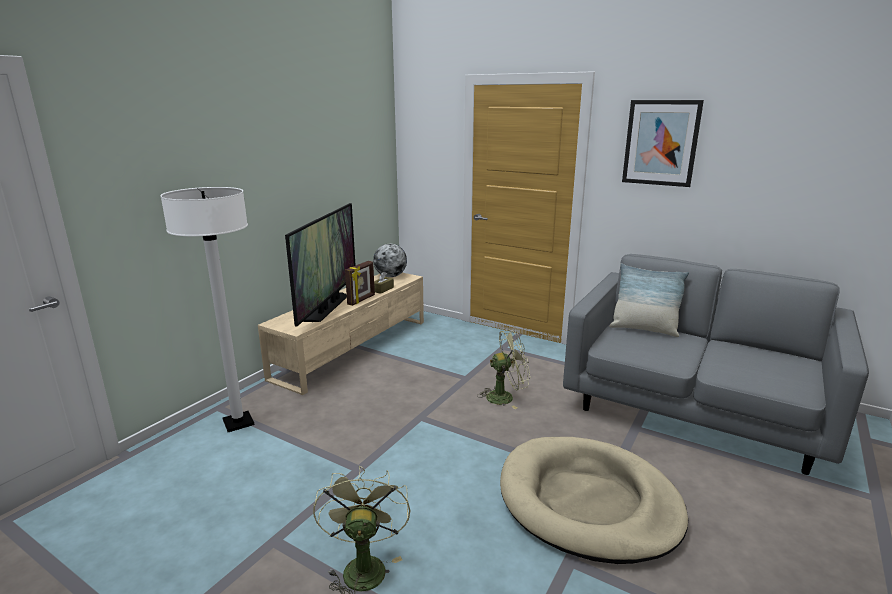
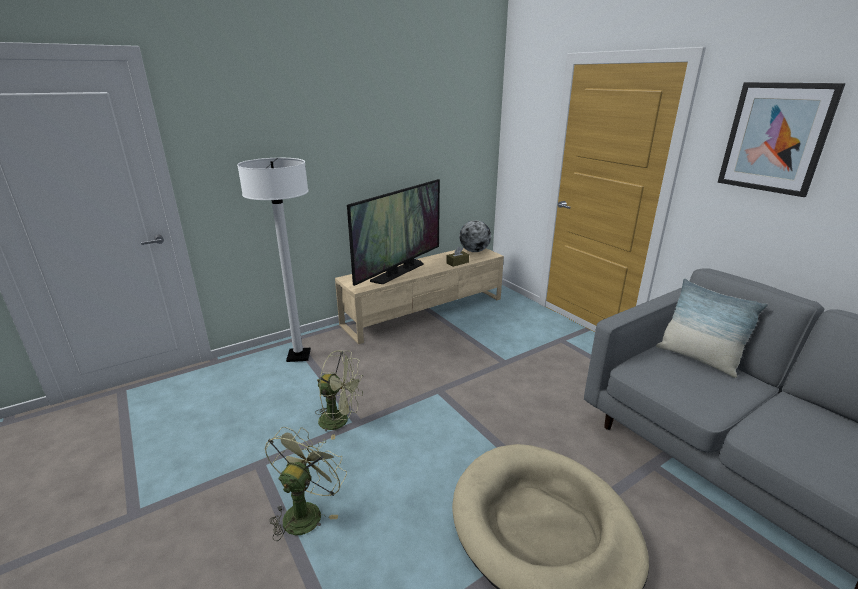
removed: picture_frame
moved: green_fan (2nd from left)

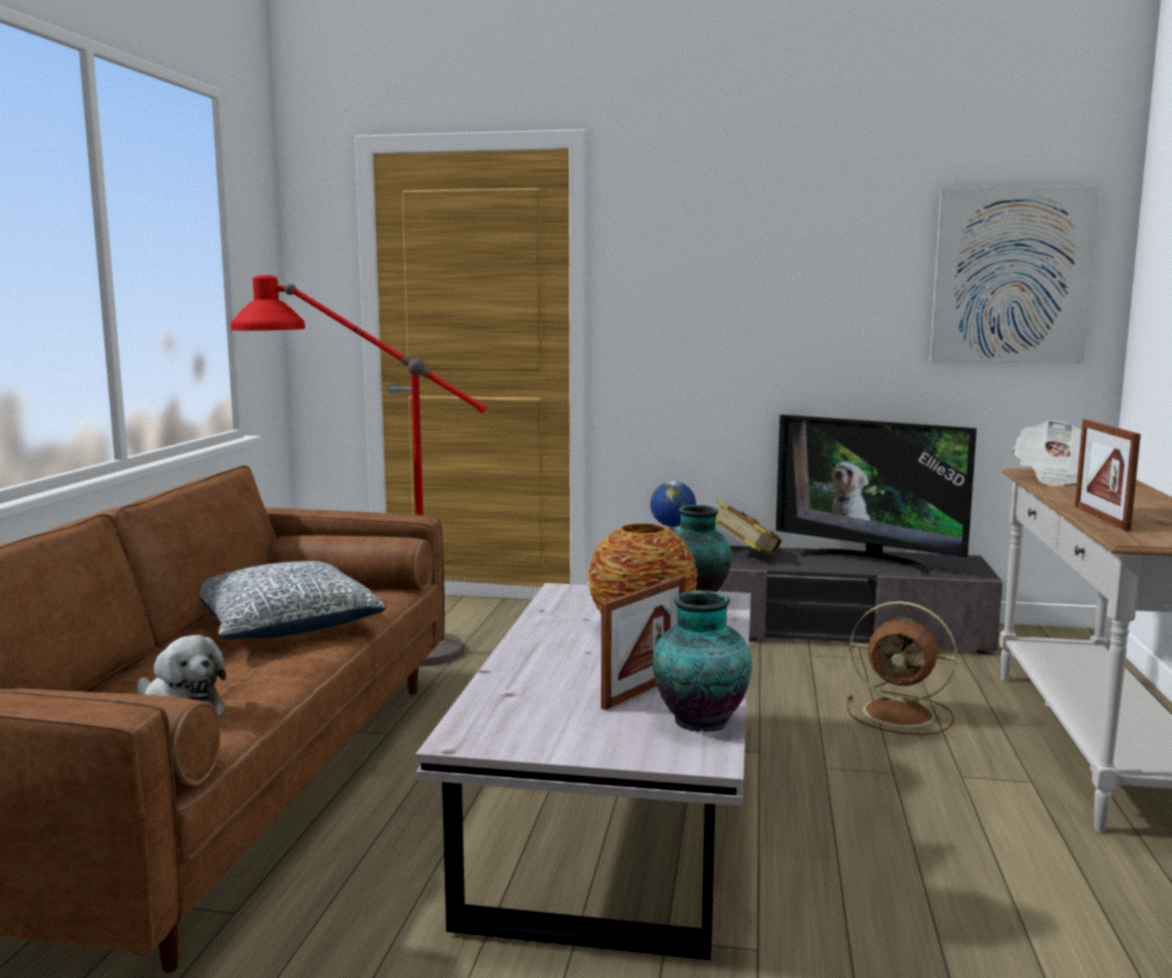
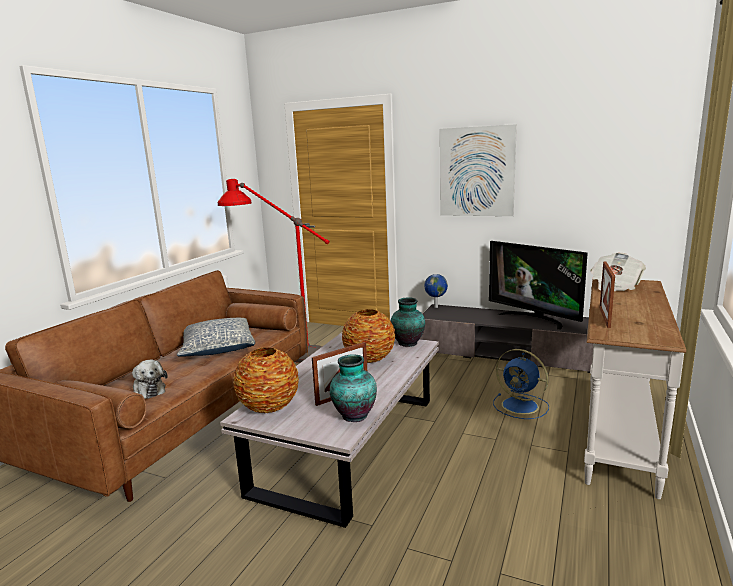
removed: book
added: vase (1st from left)
moved: picture
recoloured: brown_fan to blue_fan

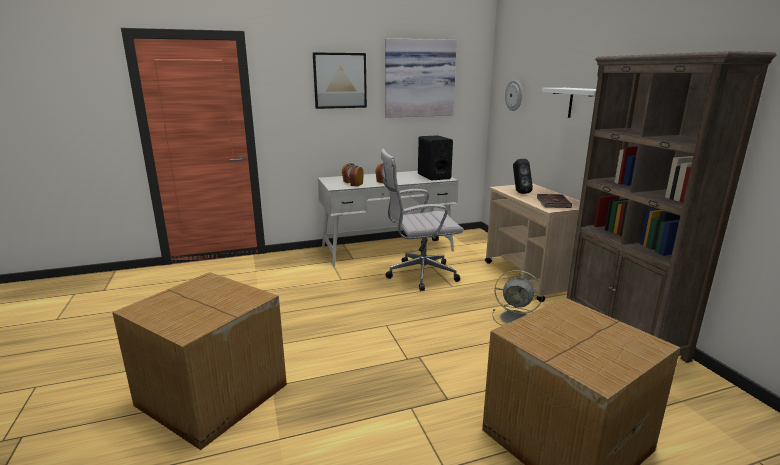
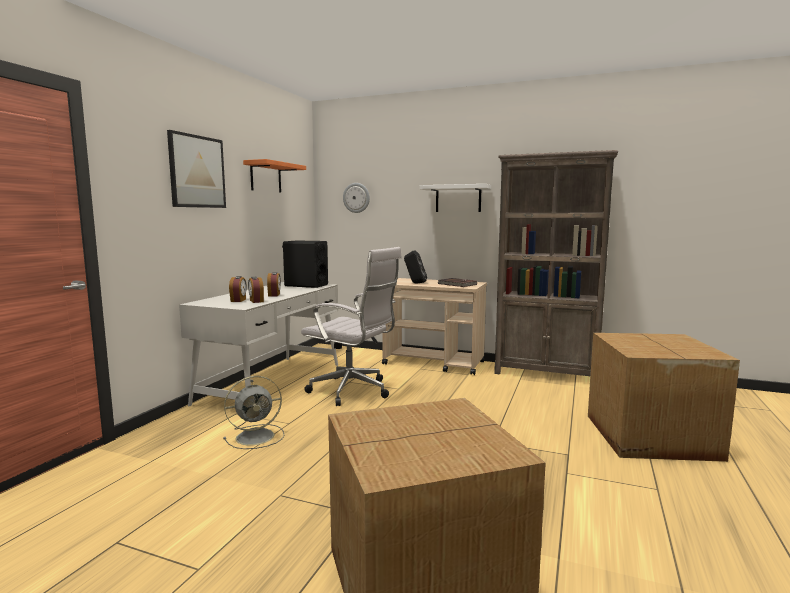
moved: grey_fan
replaced: picture (2nd from left) to orange_shelf
turned: white_office_chair 90 degrees counterclockwise

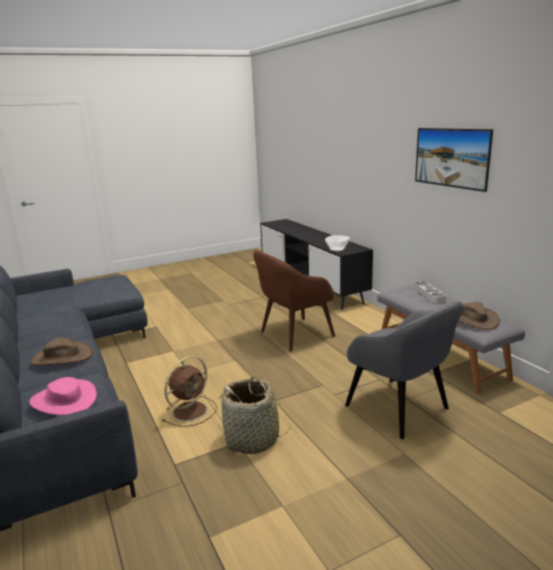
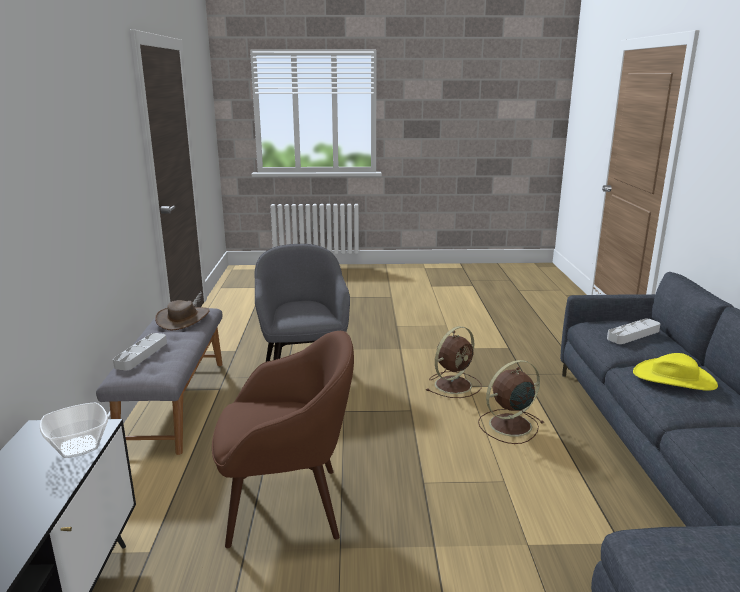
removed: picture
replaced: basket to brown_fan (1st from left); pink_hat to grey_tray (2nd from left)
recoloured: brown_hat (1st from left) to yellow_hat

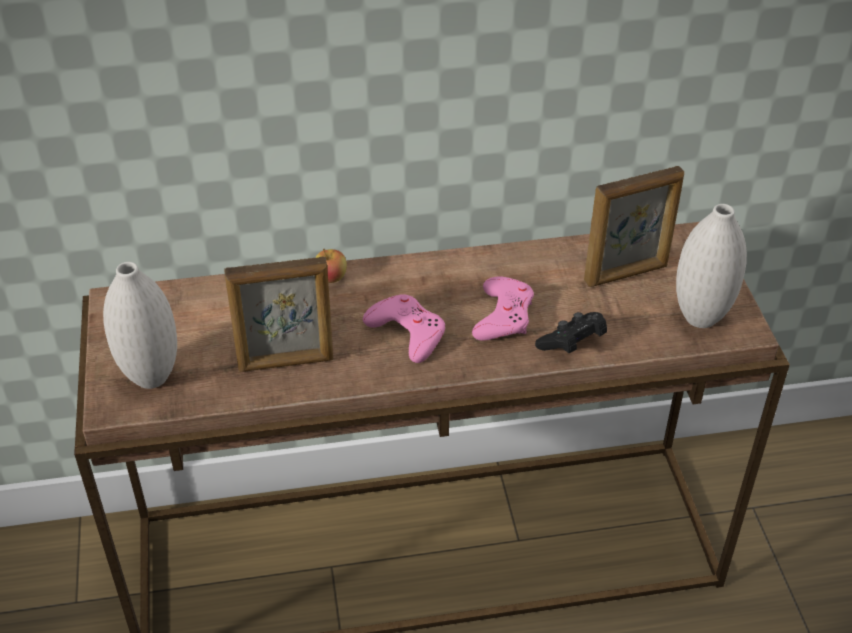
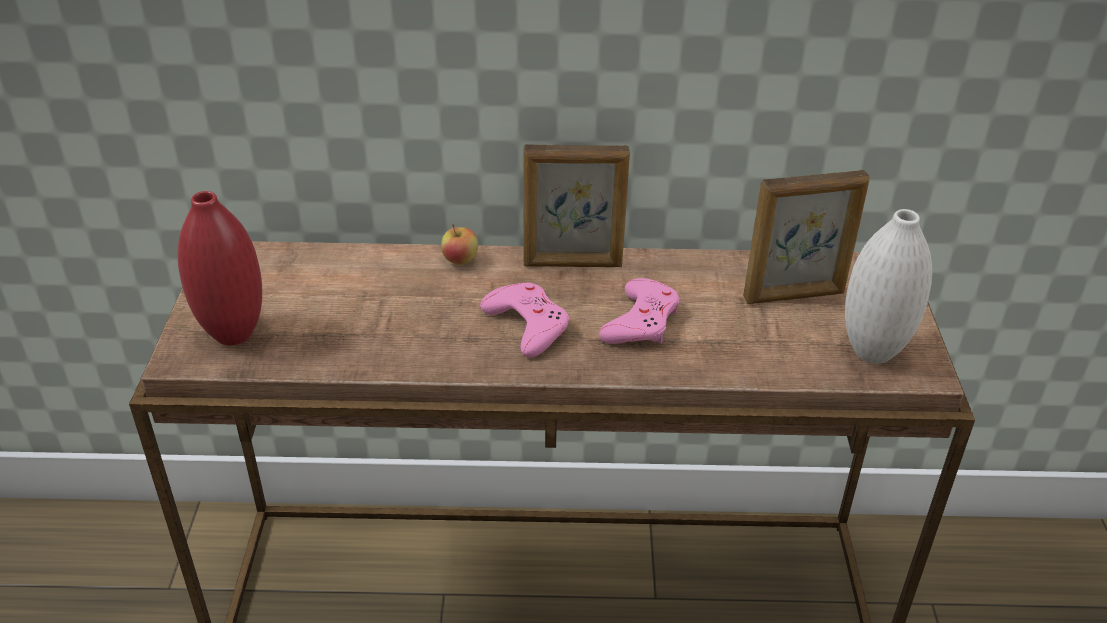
removed: black_game_controller
moved: picture_frame (1st from left)
recoloured: white_vase (1st from left) to red_vase

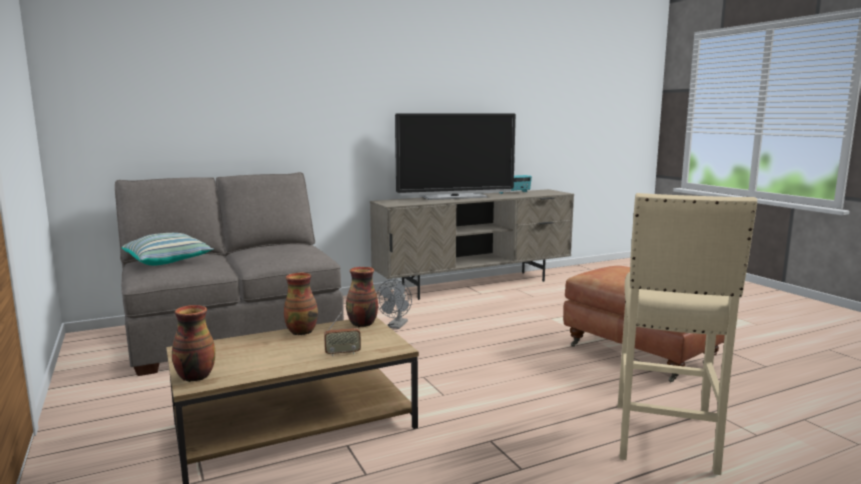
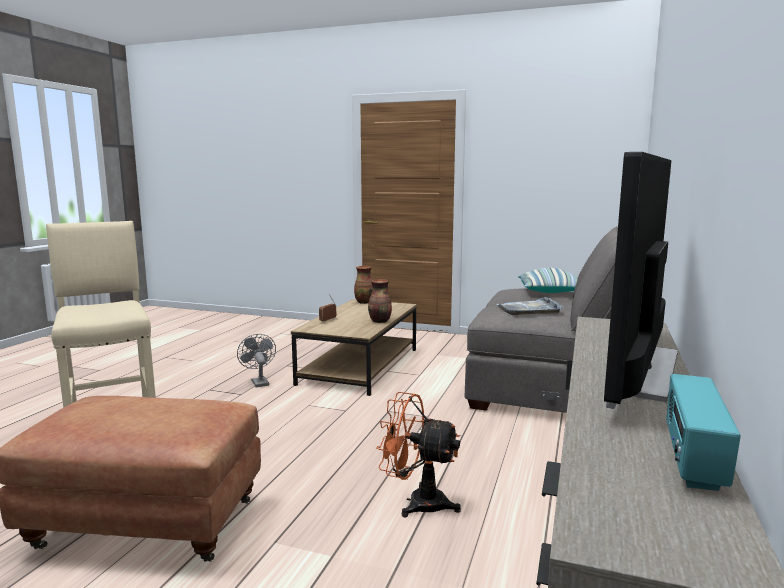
removed: vase (3rd from left)
added: orange_fan; grey_tray
moved: grey_fan

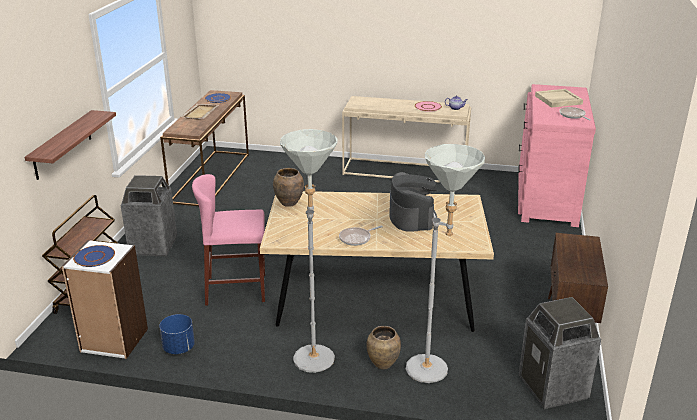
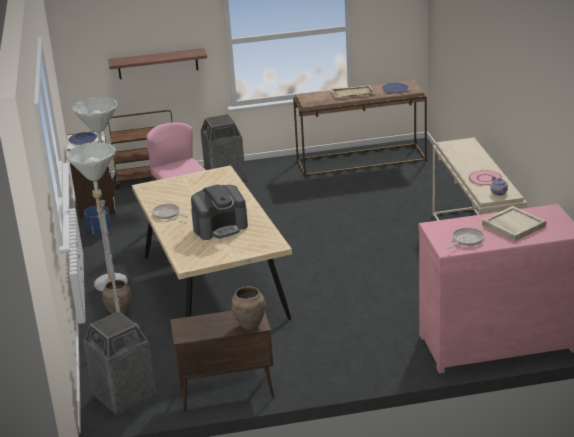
moved: brown_vase (1st from left in the first image) to brown_vase (2nd from left)

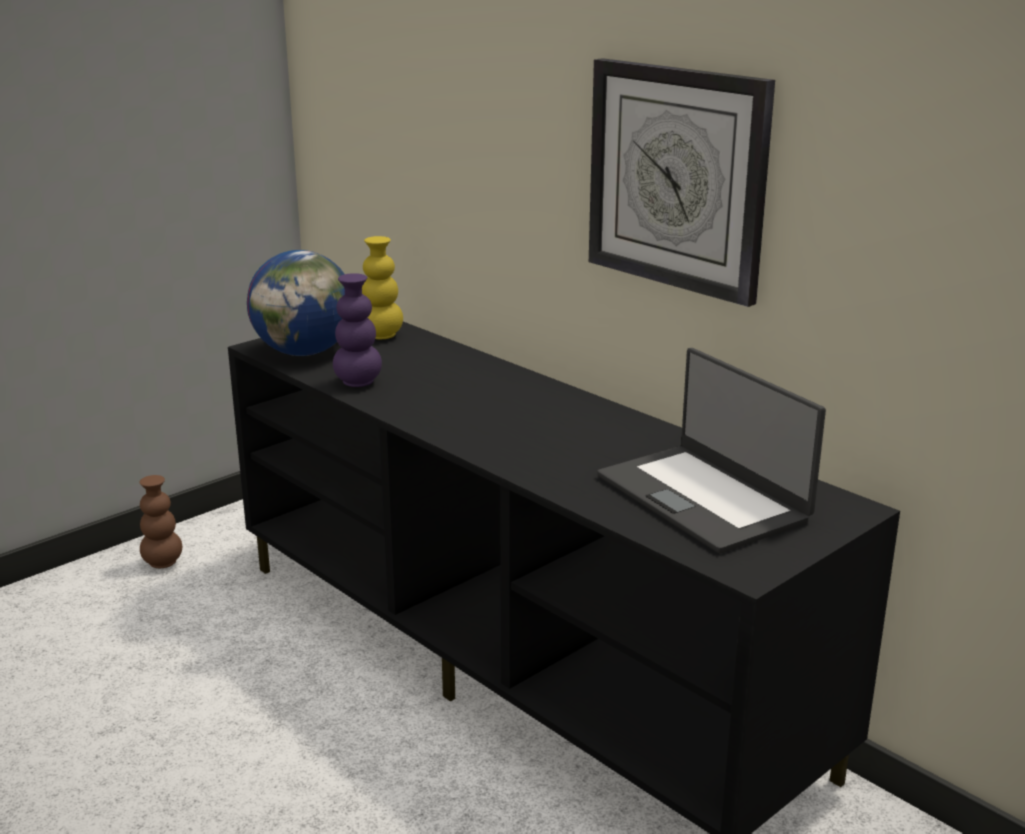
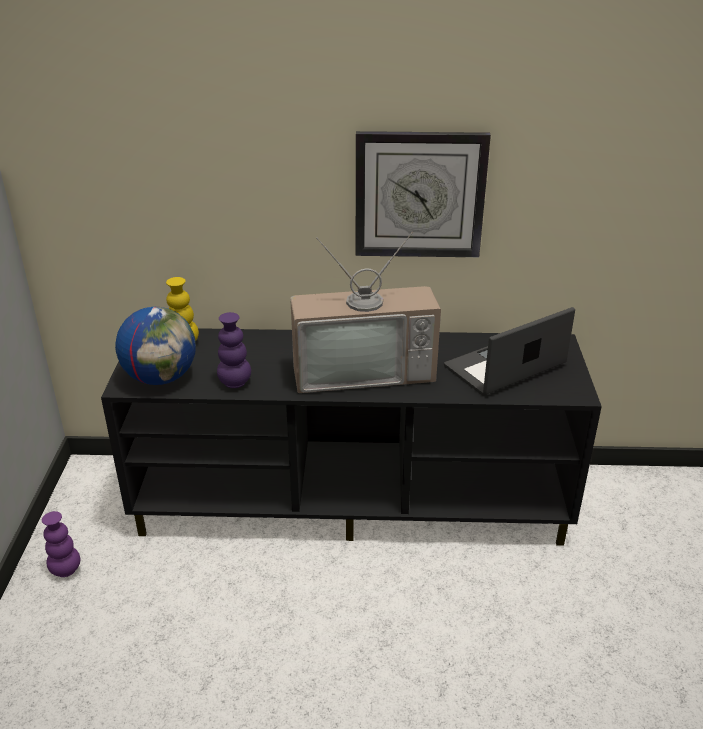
added: television
recoloured: brown_vase to purple_vase (1st from left)
turned: laptop 135 degrees clockwise

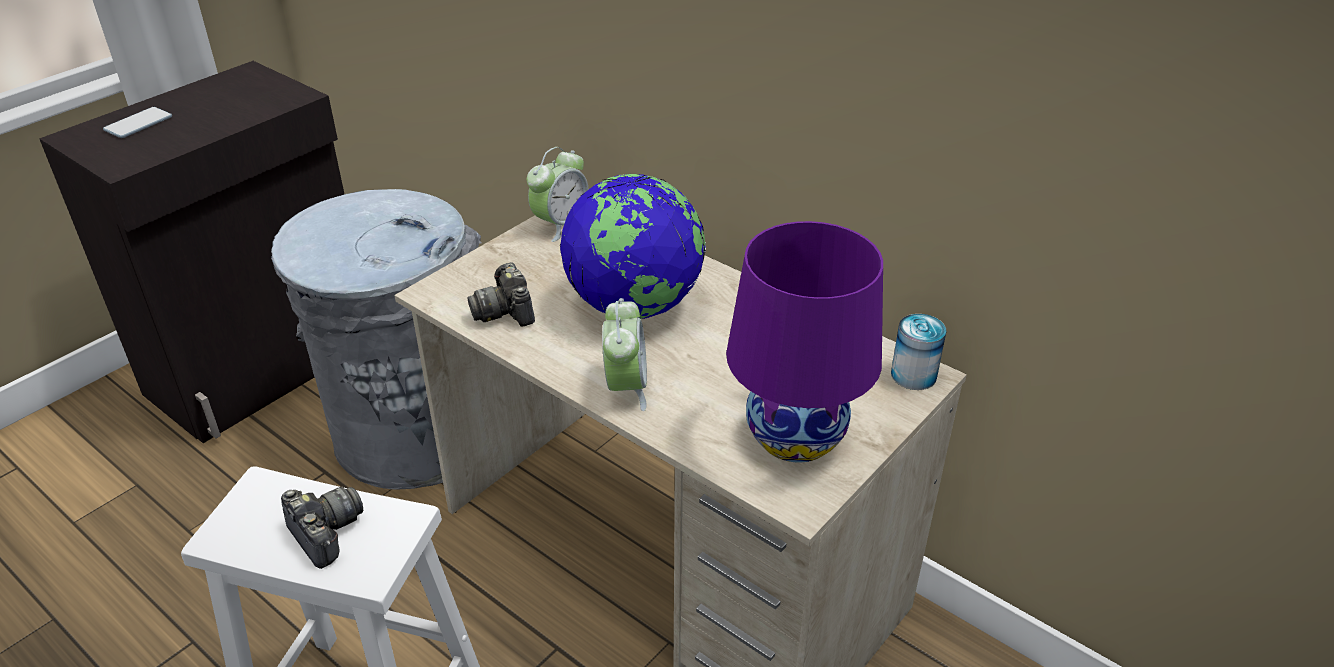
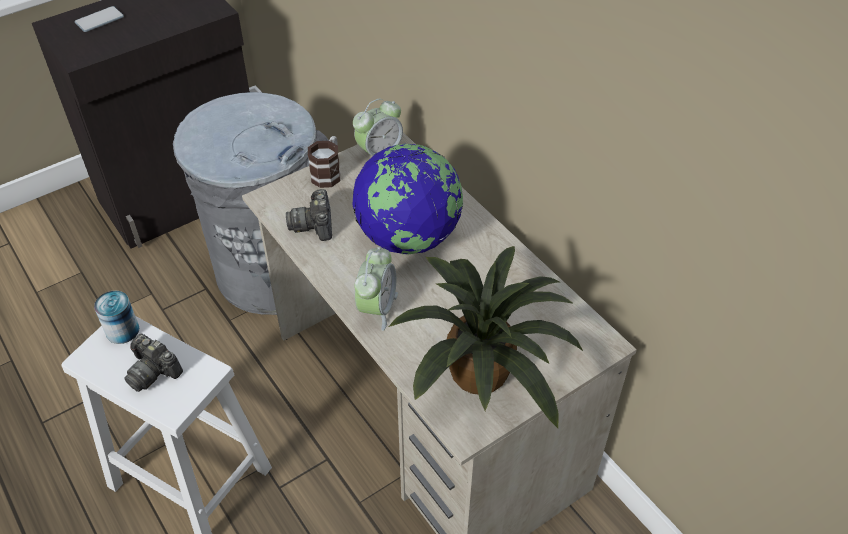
added: mug
moved: can
replaced: purple_table_lamp to potted_plant
turned: photo_camera (1st from left) 150 degrees clockwise

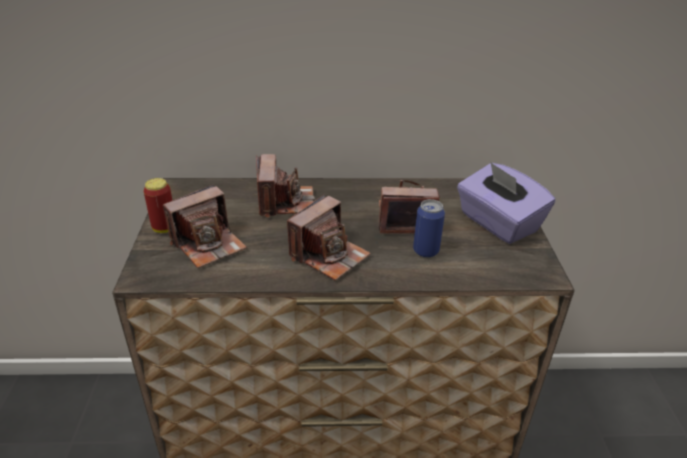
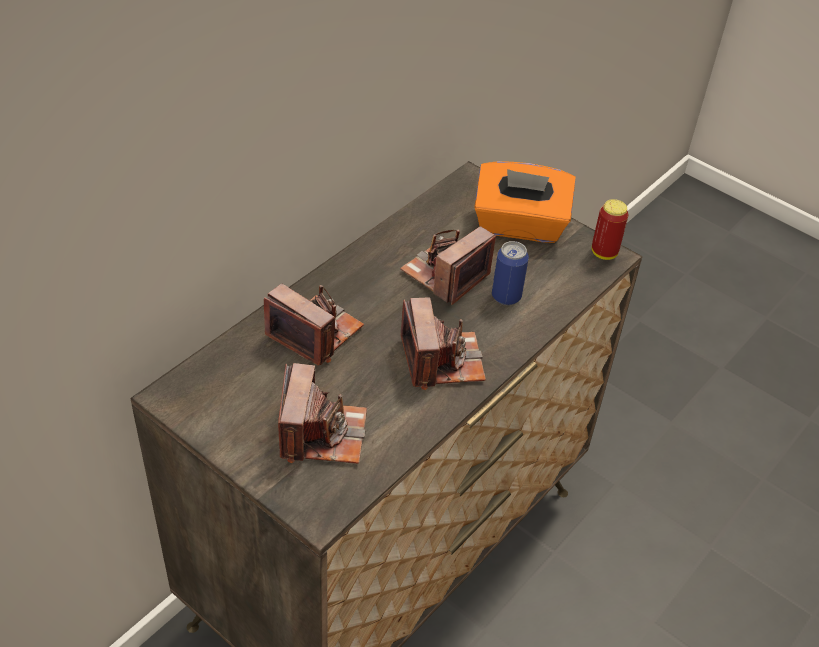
moved: can (1st from left in the first image) to can (2nd from left)
recoloured: purple_tissue_box to orange_tissue_box

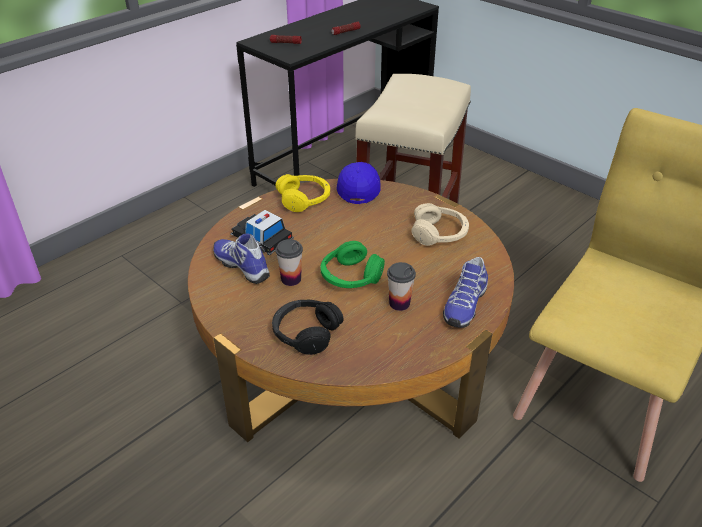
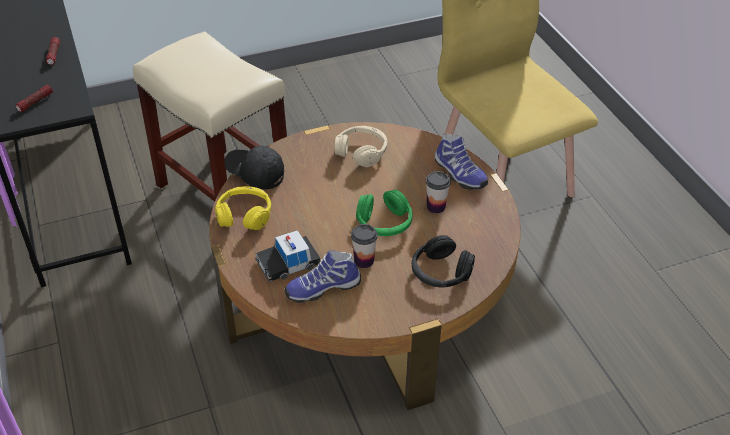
recoloured: blue_cap to black_cap

